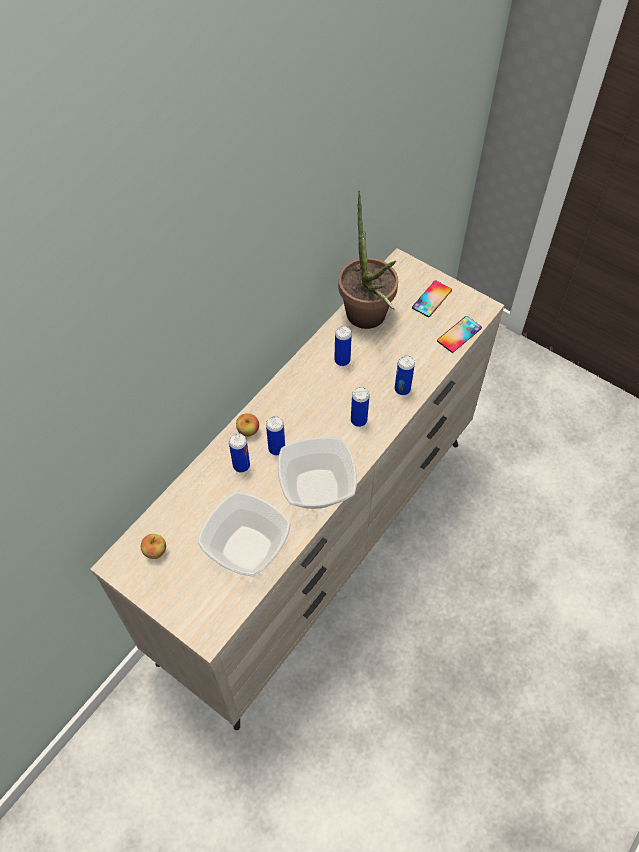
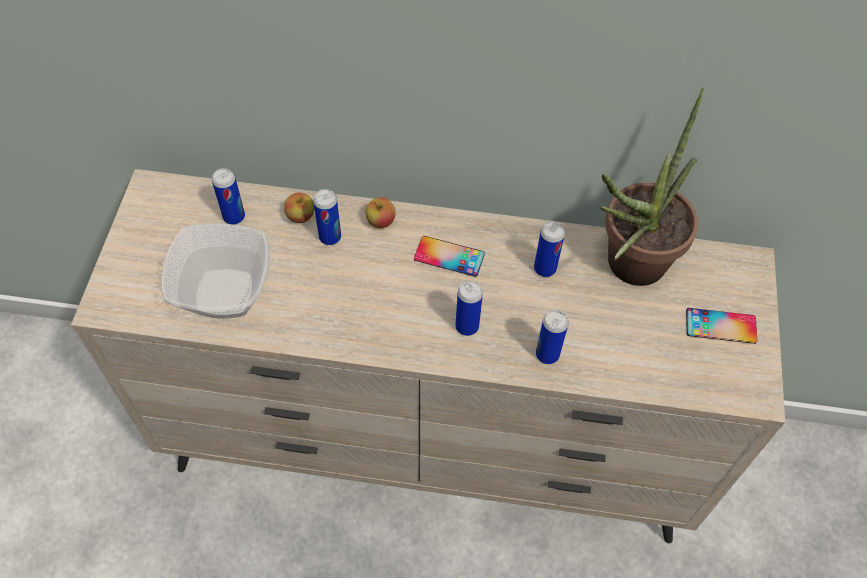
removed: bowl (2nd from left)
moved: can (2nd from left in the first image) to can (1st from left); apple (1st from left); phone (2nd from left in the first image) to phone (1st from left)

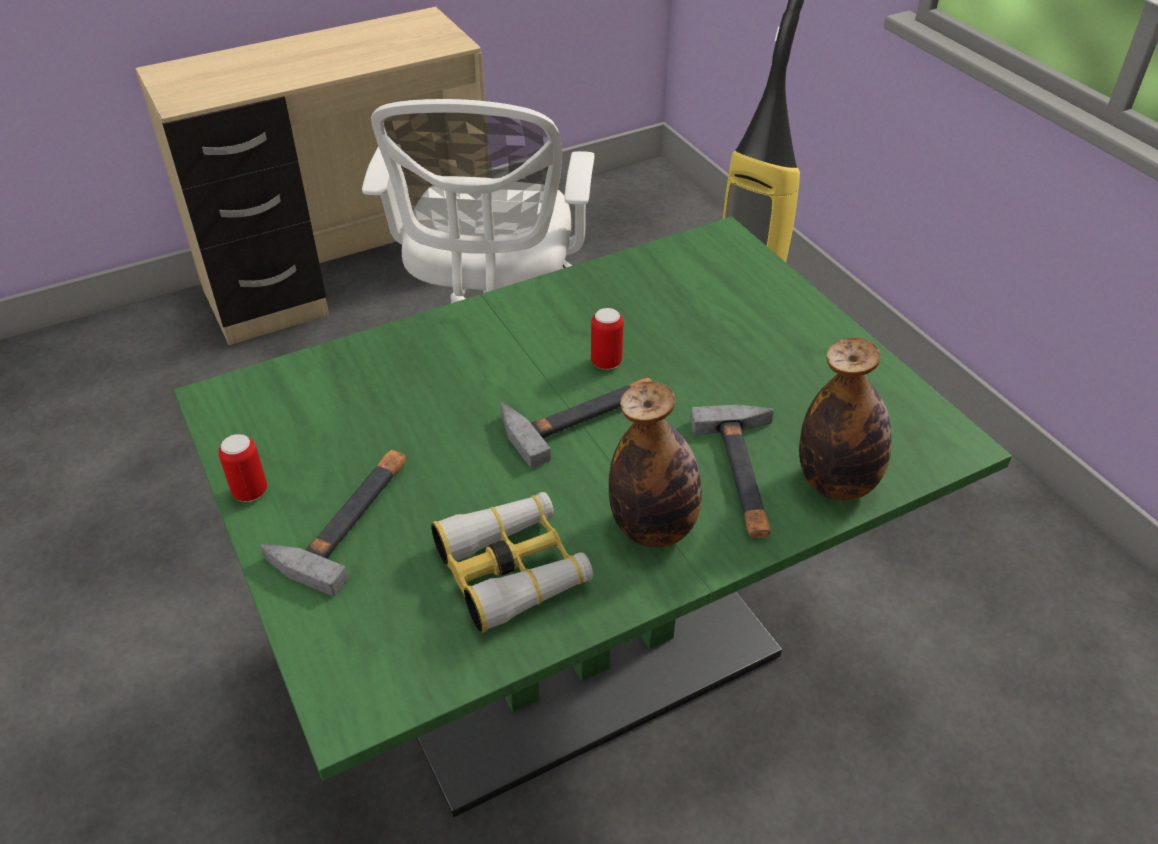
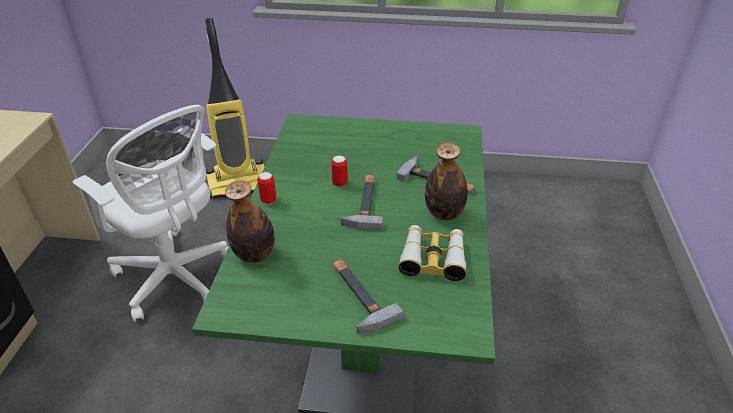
moved: bottle (2nd from left in the first image) to bottle (1st from left); can (1st from left)

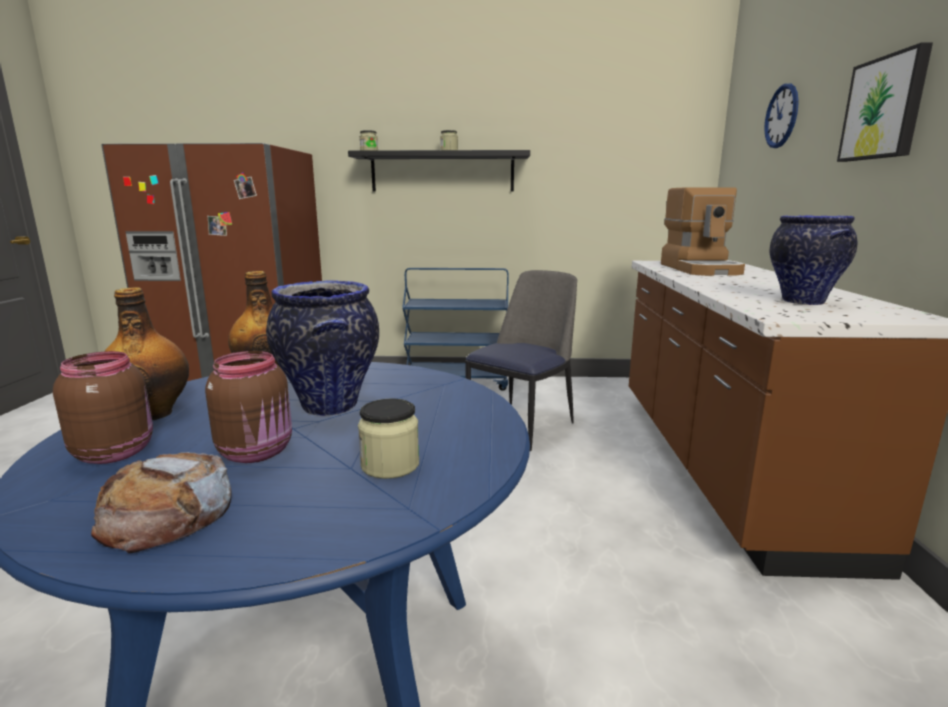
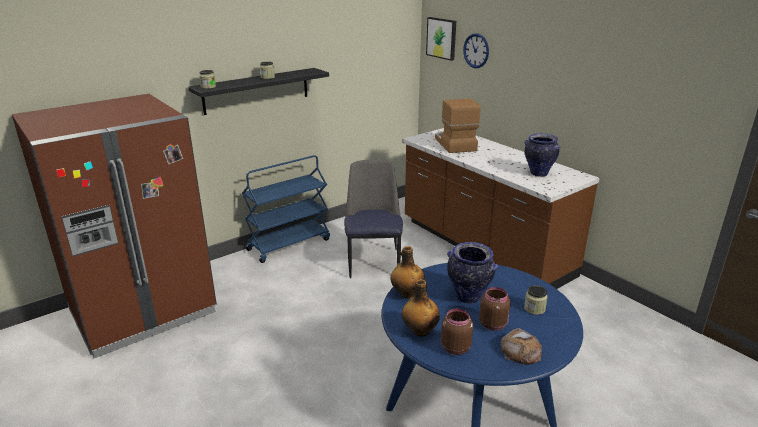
moved: picture
turned: coffee_machine 150 degrees counterclockwise

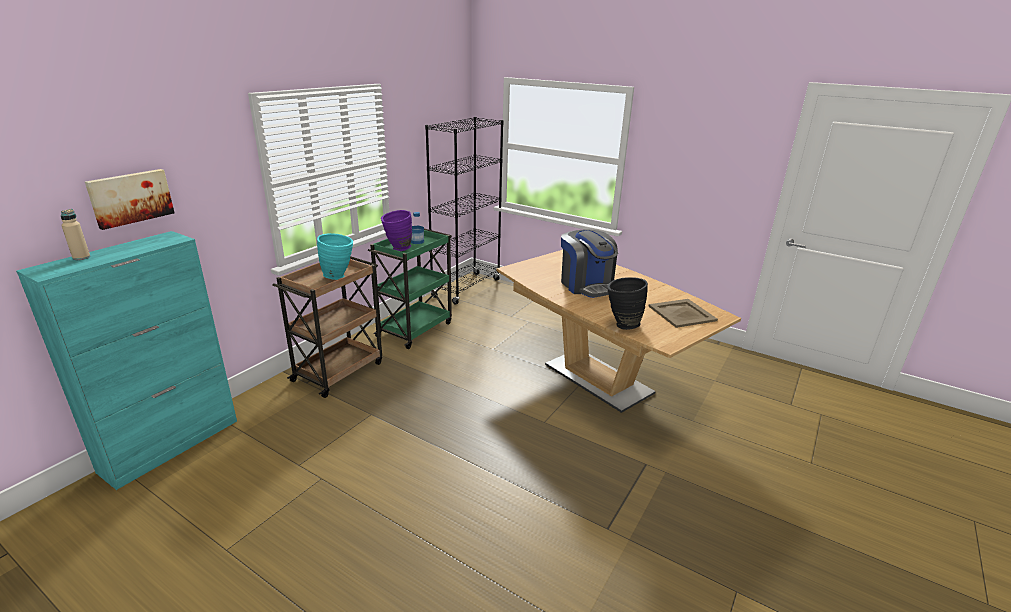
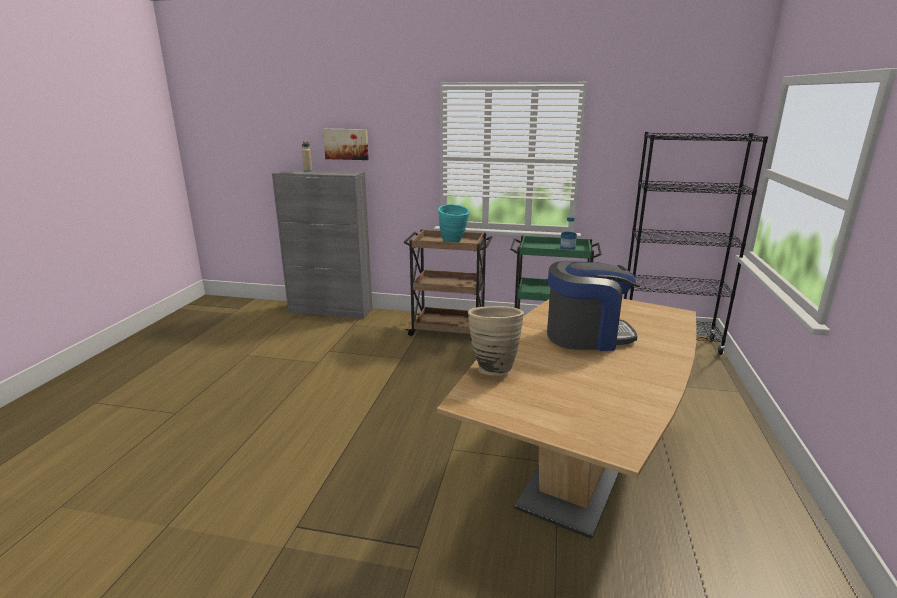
removed: purple_vase; beige_tray
recoloured: turquoise_cabinet to grey_cabinet; black_vase to beige_vase
turned: coffee_machine 135 degrees counterclockwise

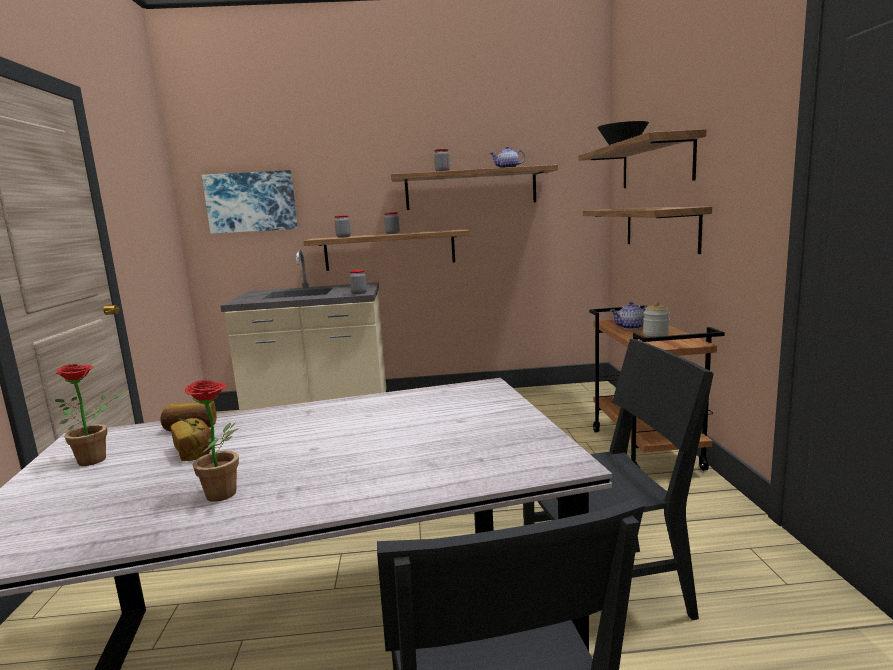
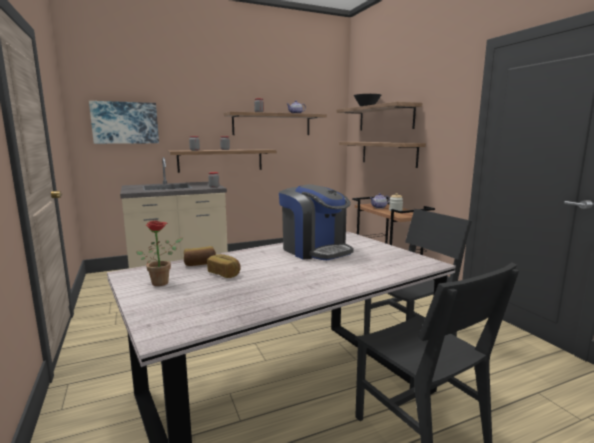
removed: potted_plant (2nd from left)
added: coffee_machine

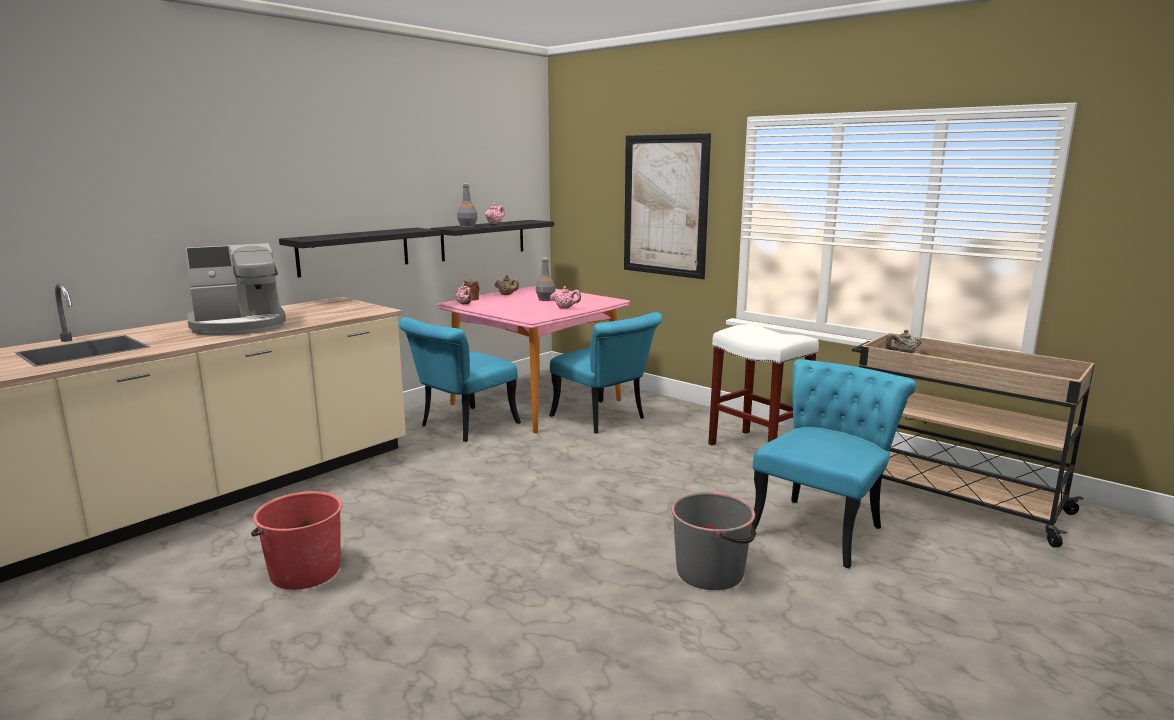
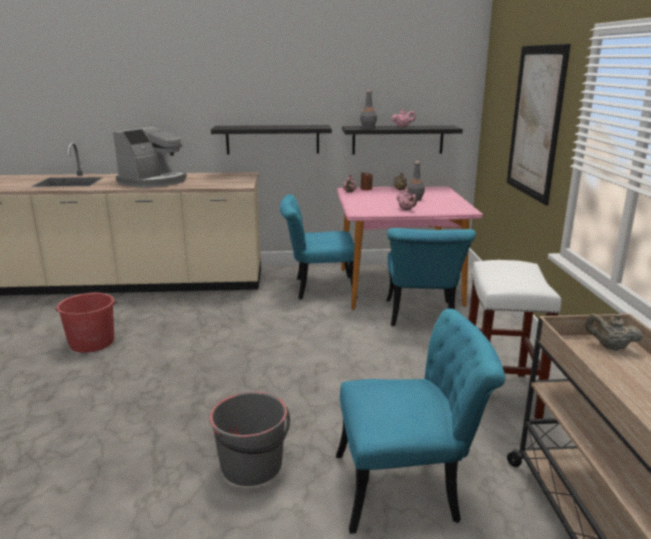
turned: coffee_machine 75 degrees counterclockwise

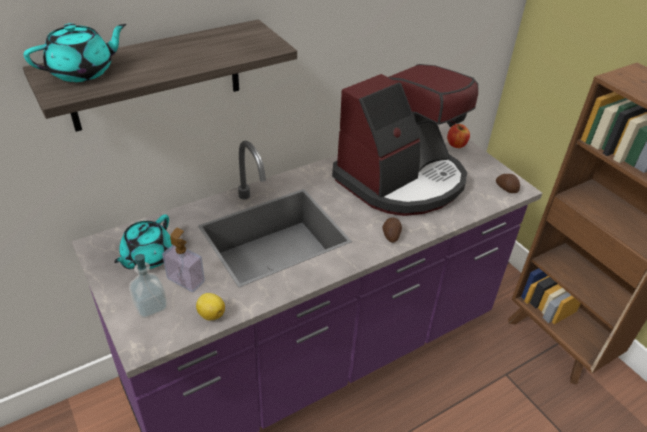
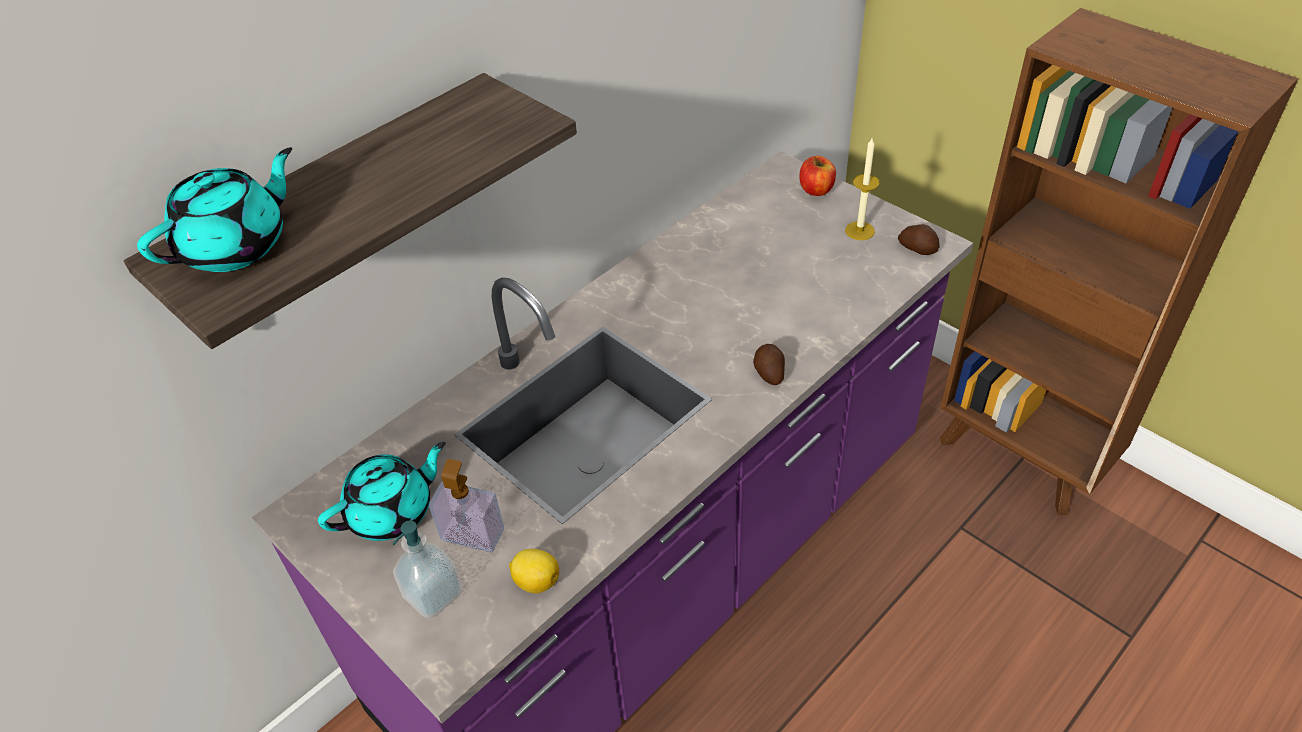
removed: coffee_machine
added: candle
turned: turquoise_teapot (2nd from left) 135 degrees counterclockwise

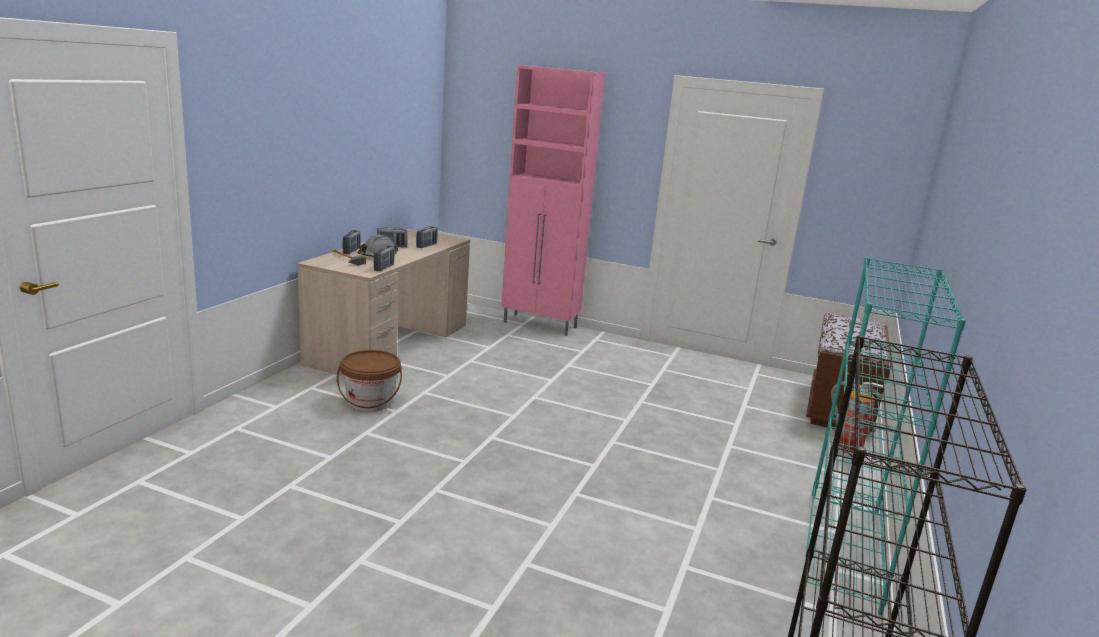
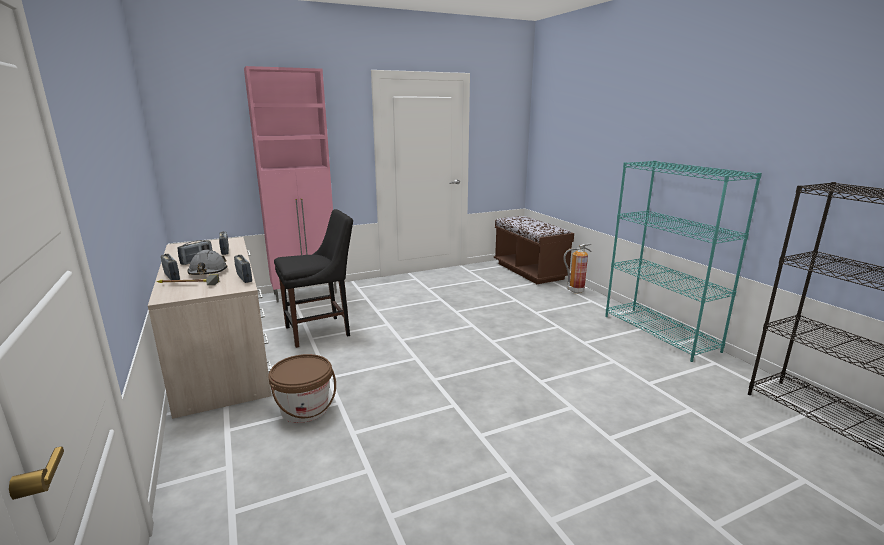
added: black_chair

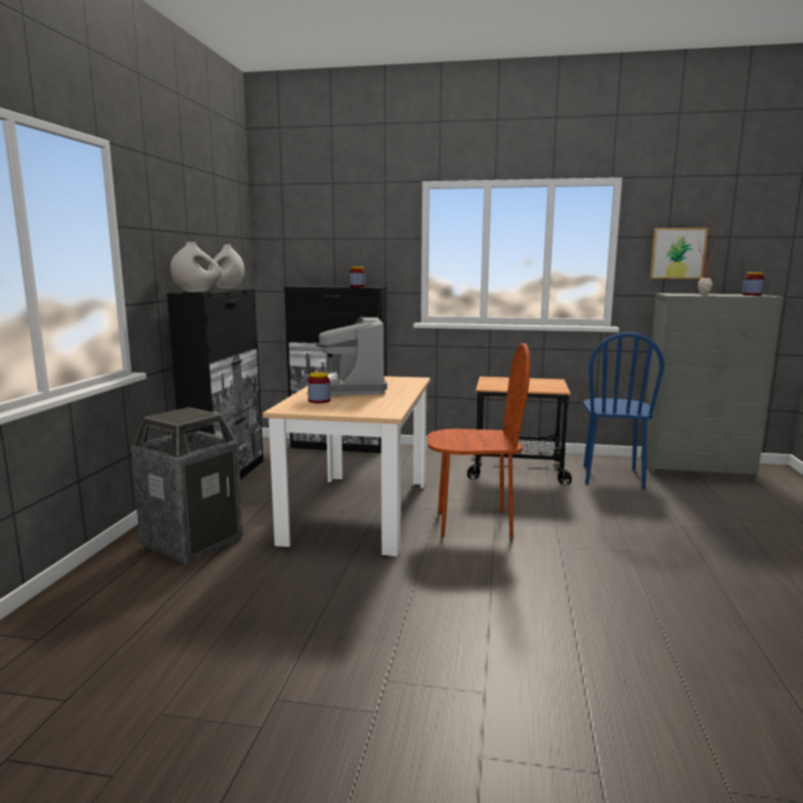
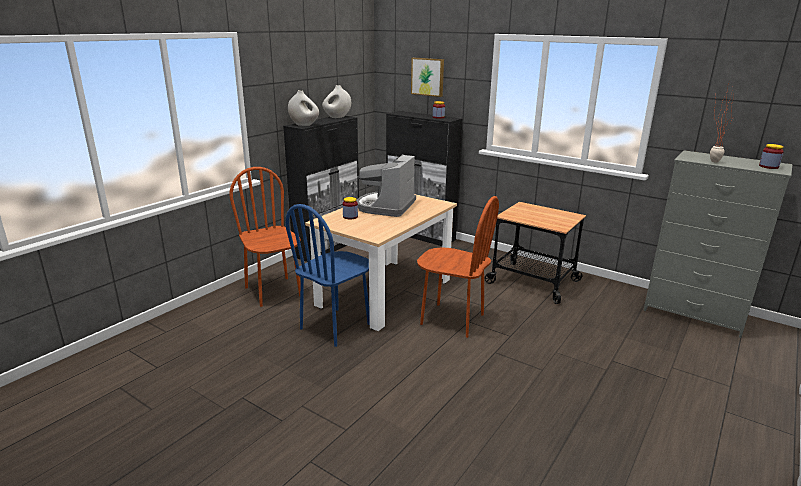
moved: blue_chair; picture
replaced: trash_can to brown_chair (1st from left)

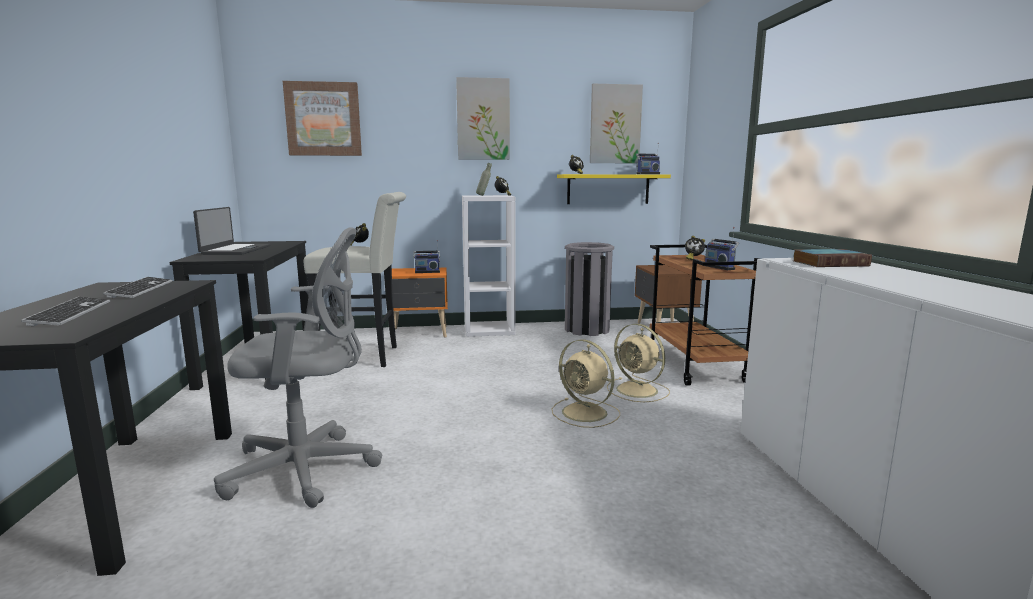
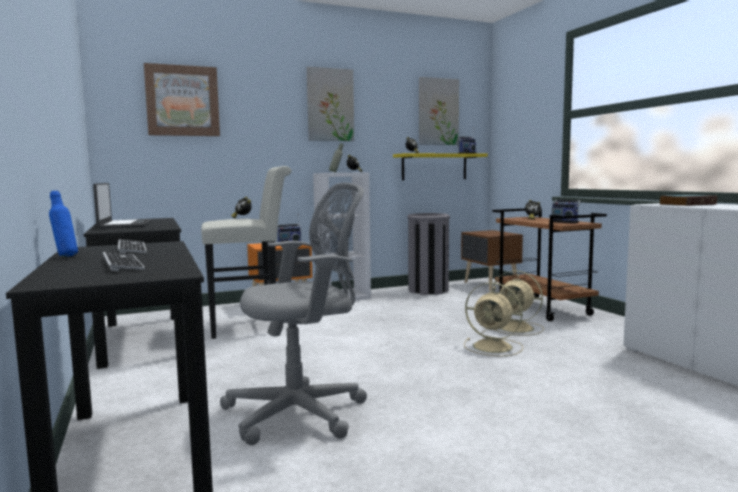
added: blue_bottle

